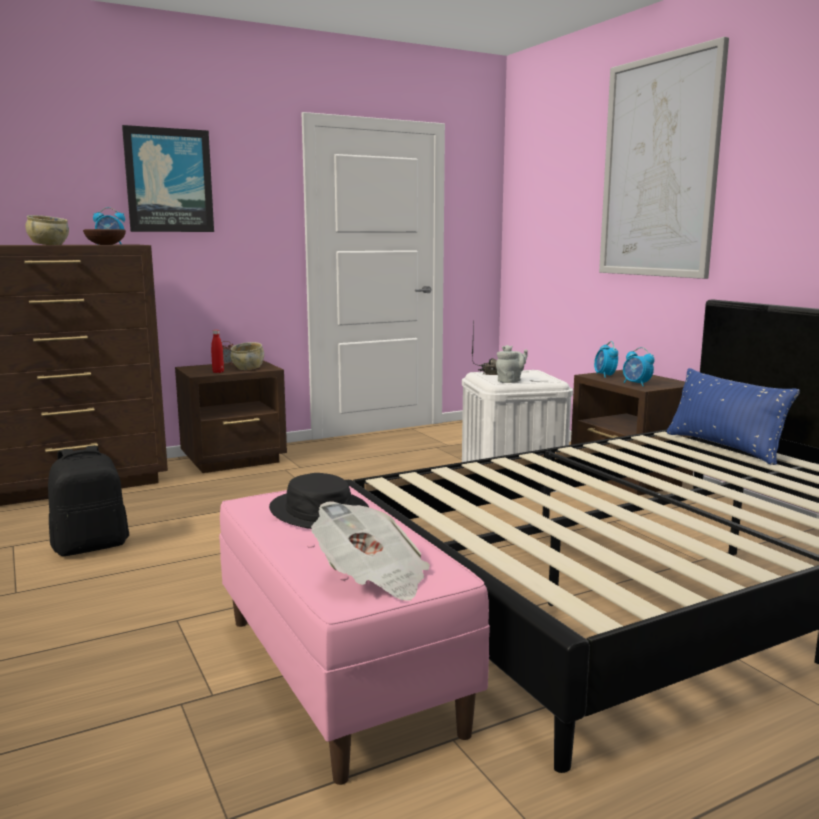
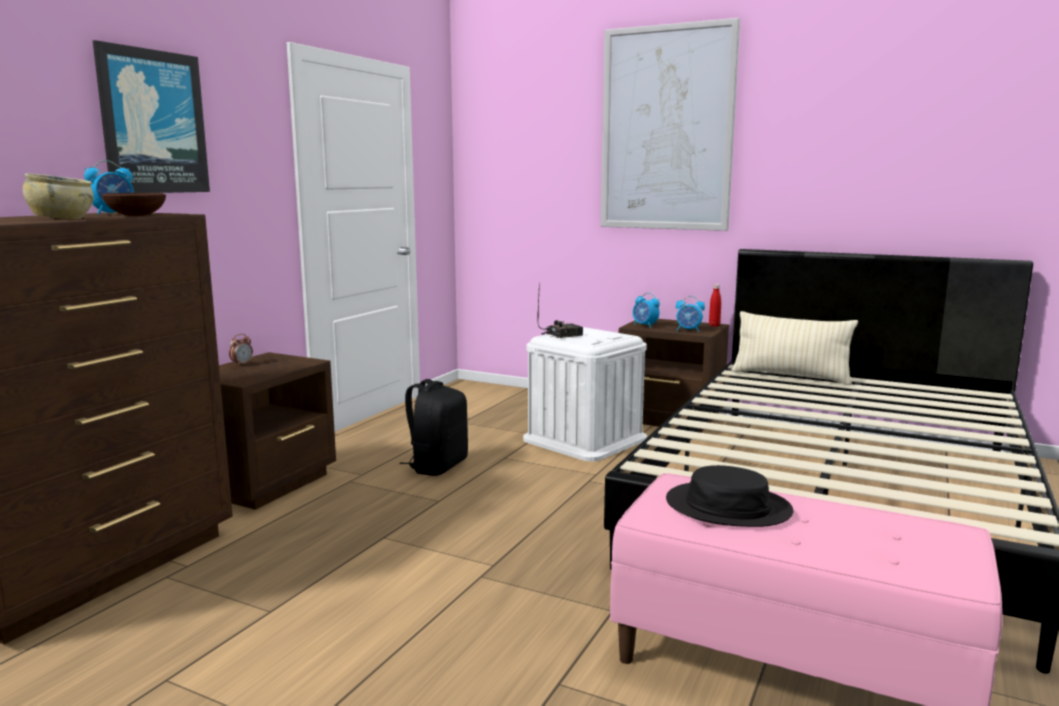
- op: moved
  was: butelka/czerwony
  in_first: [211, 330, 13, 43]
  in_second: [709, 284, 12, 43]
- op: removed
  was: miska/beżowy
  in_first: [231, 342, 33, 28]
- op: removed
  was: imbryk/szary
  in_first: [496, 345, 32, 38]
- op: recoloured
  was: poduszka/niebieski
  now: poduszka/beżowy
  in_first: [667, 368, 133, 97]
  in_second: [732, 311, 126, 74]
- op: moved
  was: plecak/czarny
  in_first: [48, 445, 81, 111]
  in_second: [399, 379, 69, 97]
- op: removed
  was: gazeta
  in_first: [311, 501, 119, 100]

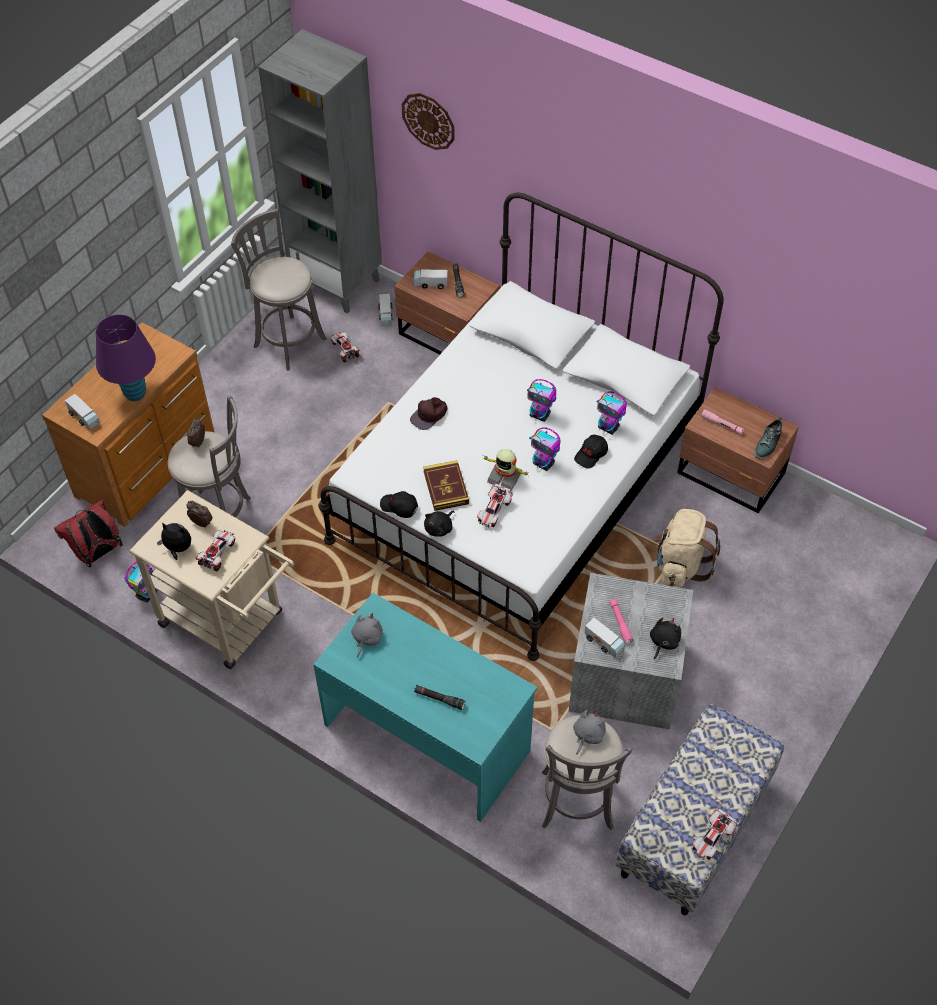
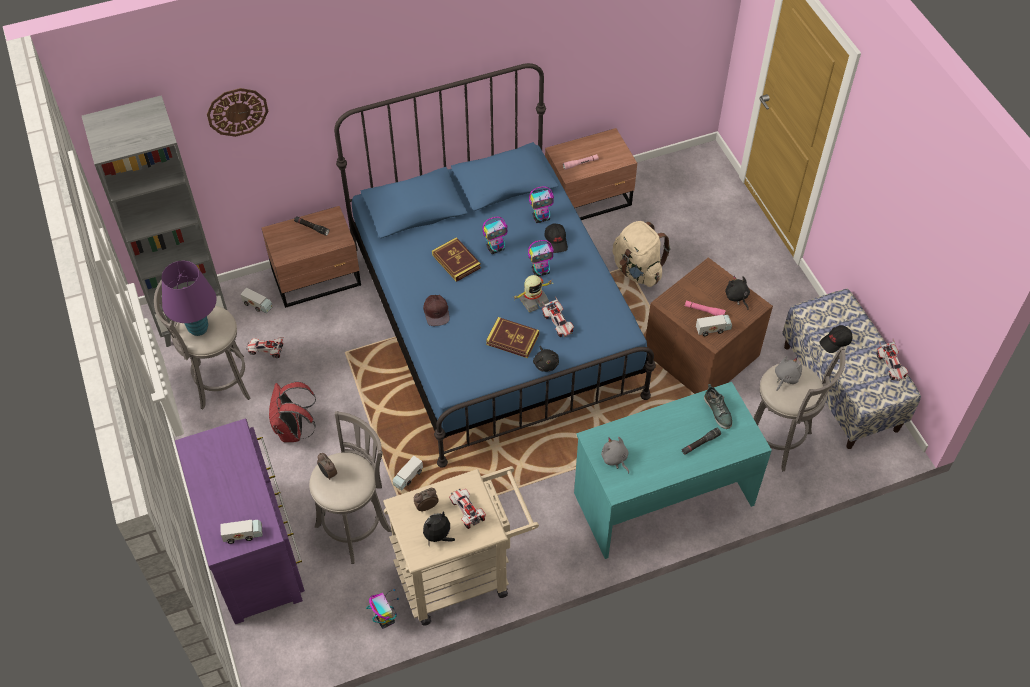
- op: recoloured
  was: łóżko/biały
  now: łóżko/niebieski
  in_first: [319, 193, 405, 468]
  in_second: [334, 63, 322, 405]
- op: moved
  was: ciężarówka zabawkowa
  in_first: [413, 269, 35, 20]
  in_second: [393, 456, 30, 35]
- op: moved
  was: lampa stołowa/fioletowy
  in_first: [96, 314, 60, 87]
  in_second: [162, 261, 55, 75]
- op: recoloured
  was: komoda/brązowy
  now: komoda/fioletowy
  in_first: [42, 322, 172, 205]
  in_second: [175, 418, 130, 206]
- op: moved
  was: but
  in_first: [754, 417, 28, 42]
  in_second: [704, 384, 28, 45]
- op: moved
  was: czapka z daszkiem/czarny
  in_first: [380, 491, 38, 27]
  in_second: [819, 325, 33, 28]
- op: moved
  was: plecak/czerwony
  in_first: [54, 499, 69, 69]
  in_second: [269, 382, 47, 60]
- op: recoloured
  was: pojemnik do przechowywania/szary
  now: pojemnik do przechowywania/brązowy
  in_first: [569, 573, 124, 157]
  in_second: [646, 257, 127, 137]
- op: turned
  was: pluszak/szary
  in_first: [573, 710, 33, 44]
  in_second: [775, 356, 27, 35]
  clockwise: 60
- op: added
  now: książka
  in_second: [432, 237, 49, 45]

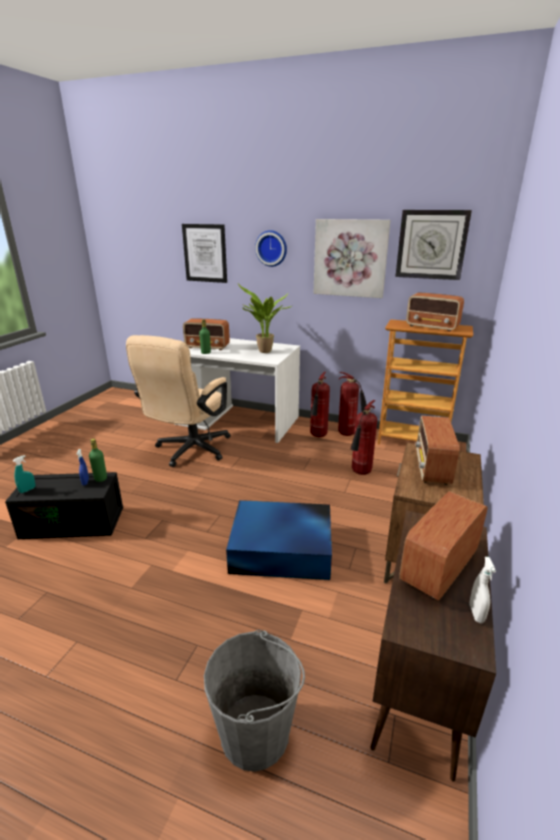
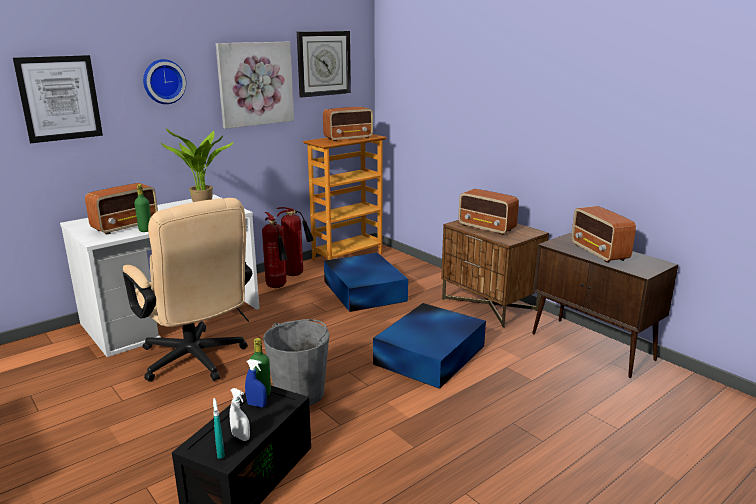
- op: replaced
  was: gaśnica
  now: pojemnik do przechowywania/niebieski
  in_first: [351, 400, 26, 75]
  in_second: [324, 253, 84, 59]
- op: moved
  was: spryskiwacz/biały
  in_first: [469, 557, 27, 67]
  in_second: [230, 388, 20, 53]
- op: moved
  was: wiadro/szary
  in_first: [204, 630, 101, 142]
  in_second: [263, 319, 67, 87]

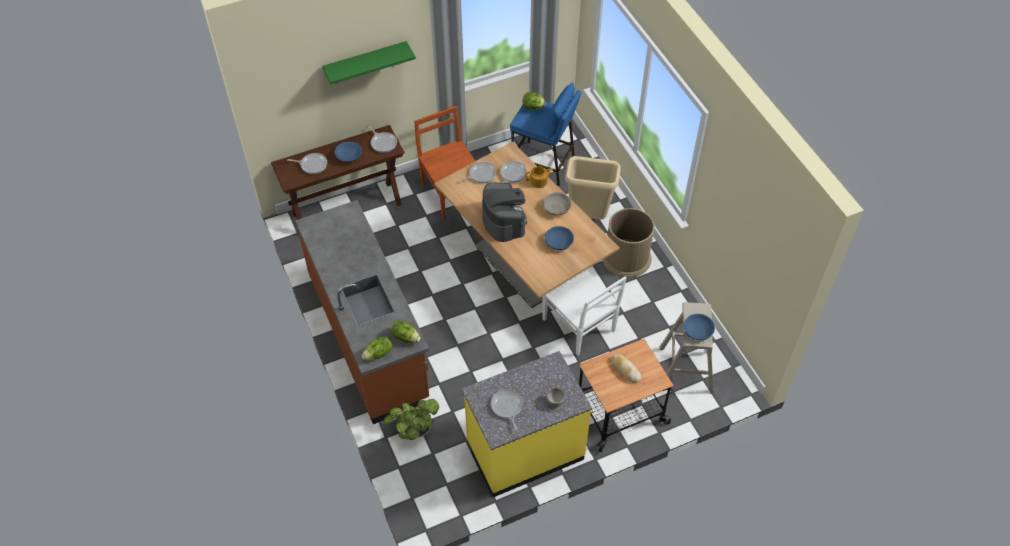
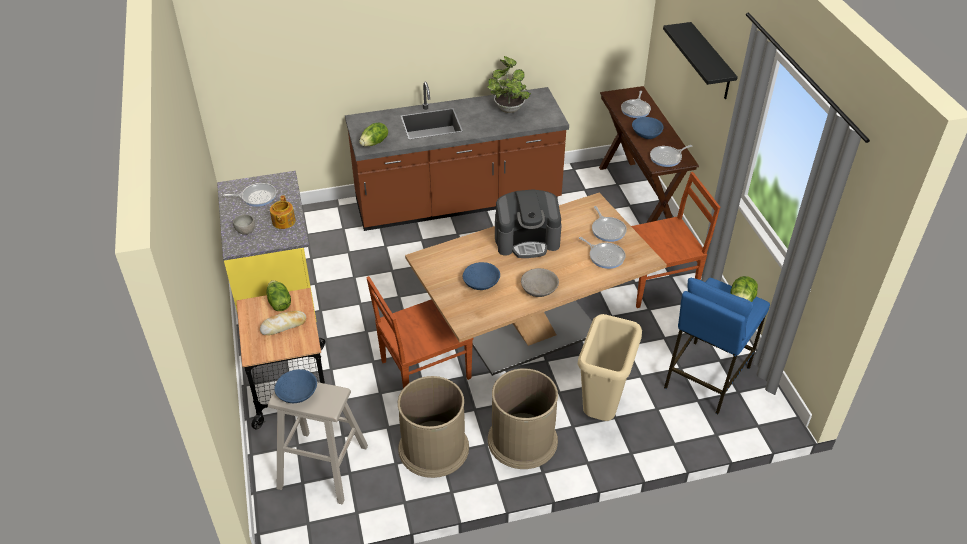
- op: recoloured
  was: półka/zielony
  now: półka/czarny
  in_first: [322, 41, 94, 44]
  in_second: [663, 22, 75, 77]
- op: moved
  was: imbryk
  in_first: [526, 166, 27, 22]
  in_second: [270, 196, 26, 33]
- op: recoloured
  was: krzesło/biały
  now: krzesło/brązowy
  in_first: [543, 270, 84, 86]
  in_second: [366, 276, 107, 112]
- op: moved
  was: sałata
  in_first: [362, 337, 30, 23]
  in_second: [266, 280, 25, 31]
- op: moved
  was: roślina doniczkowa
  in_first: [384, 399, 55, 41]
  in_second: [487, 56, 44, 57]
- op: added
  now: kosz na śmieci/brązowy
  in_second: [398, 376, 71, 102]

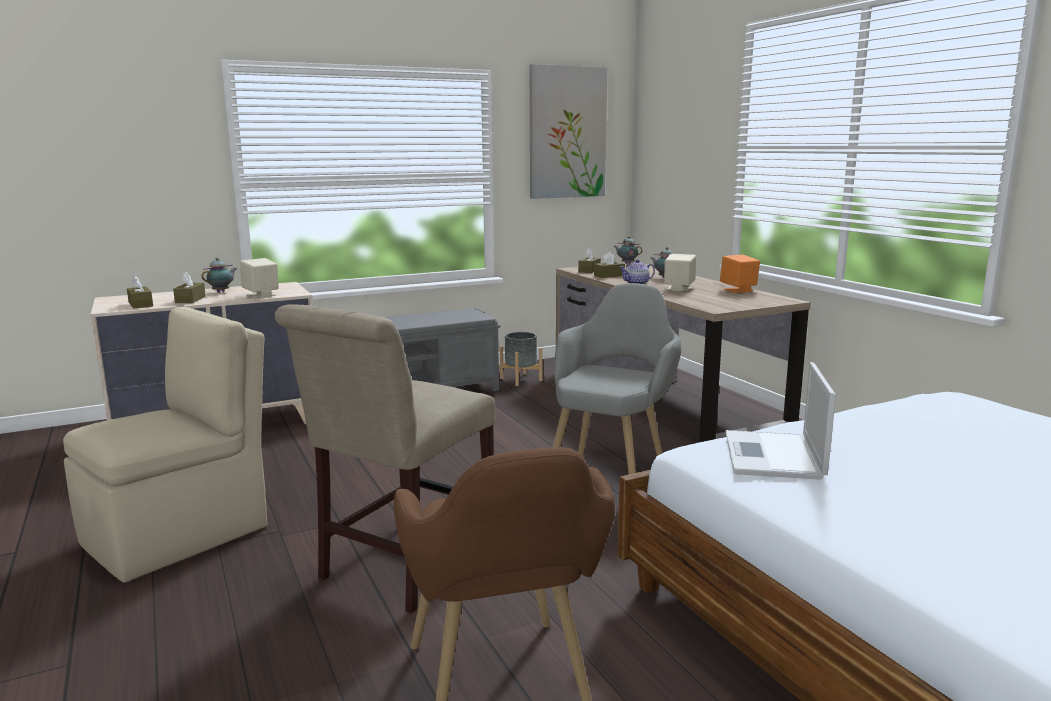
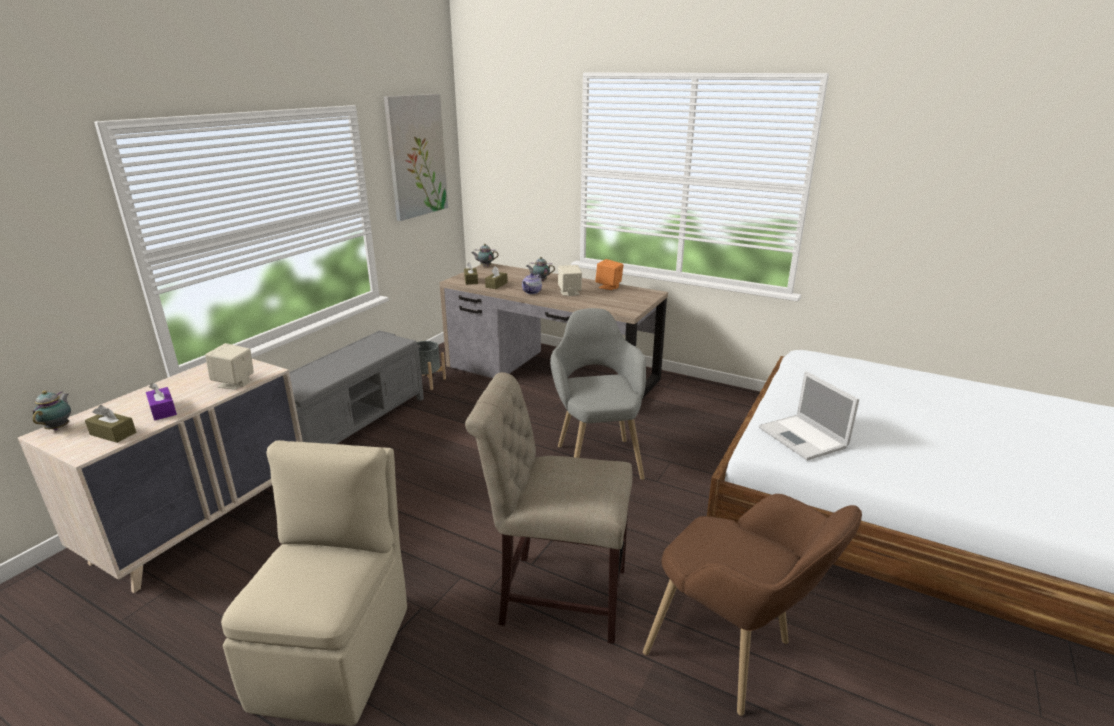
- op: moved
  was: imbryk
  in_first: [201, 258, 36, 35]
  in_second: [33, 391, 38, 39]
- op: recoloured
  was: pudełko chusteczek/brązowy
  now: pudełko chusteczek/fioletowy
  in_first: [173, 272, 33, 31]
  in_second: [146, 382, 31, 38]
- op: turned
  was: krzesło/beżowy
  in_first: [275, 304, 221, 310]
  in_second: [465, 372, 168, 272]
  clockwise: 105

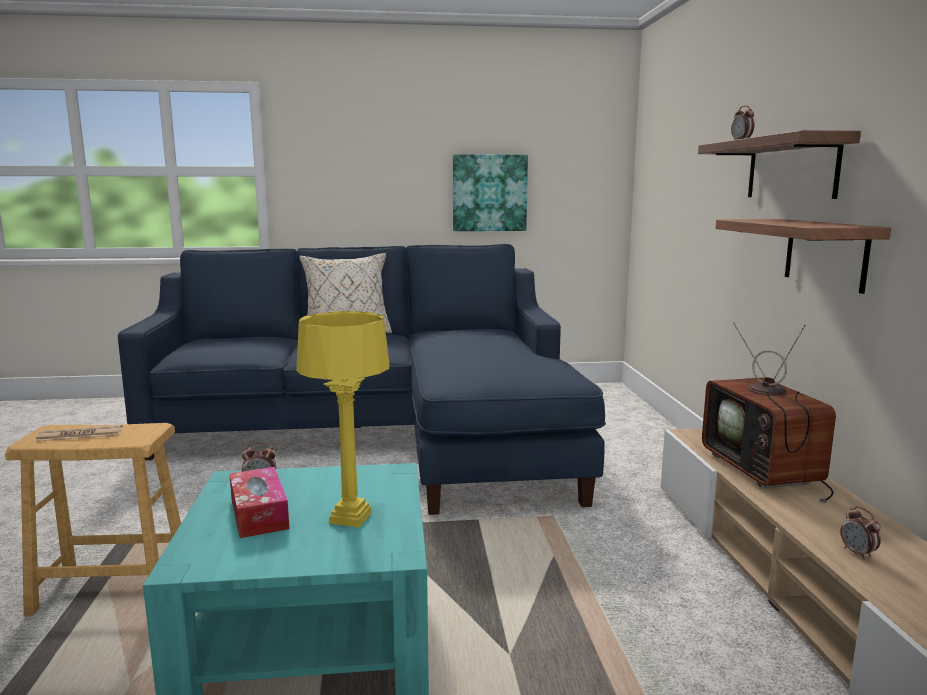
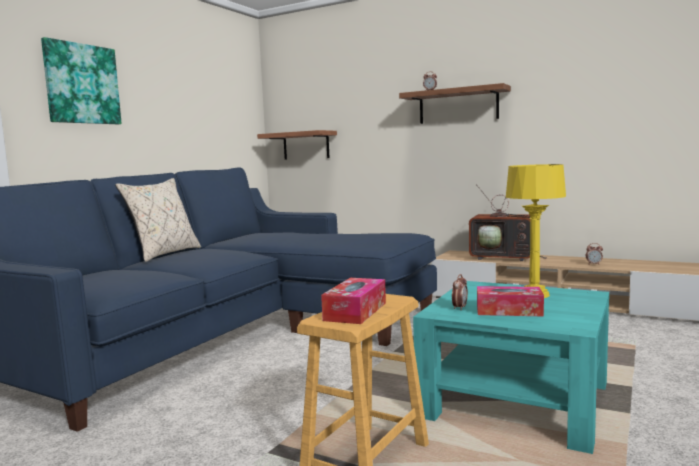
- op: moved
  was: obraz
  in_first: [453, 154, 75, 77]
  in_second: [41, 37, 81, 87]
- op: moved
  was: półka
  in_first: [716, 219, 175, 75]
  in_second: [257, 130, 80, 29]
- op: replaced
  was: gazeta
  now: pudełko chusteczek
  in_first: [35, 425, 88, 17]
  in_second: [321, 278, 65, 46]

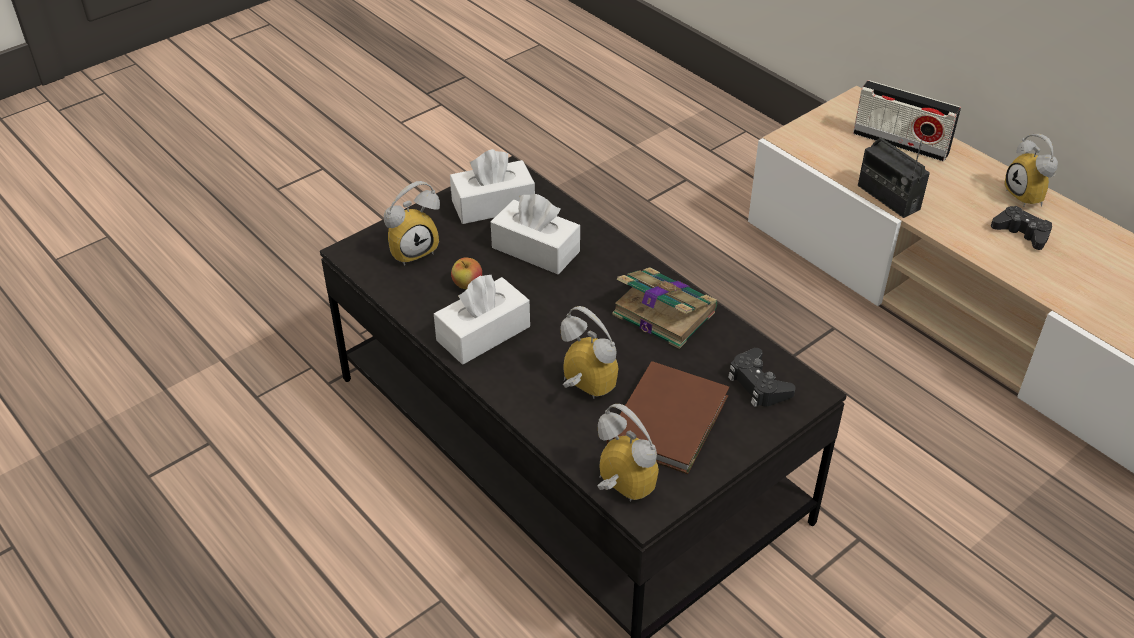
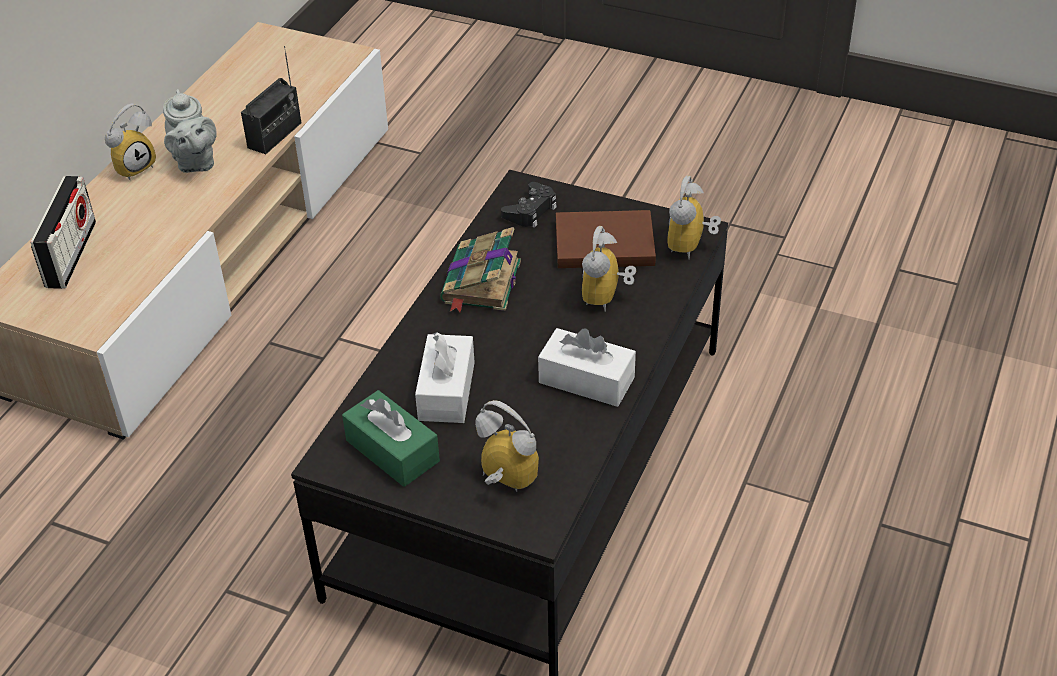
- op: moved
  was: radio
  in_first: [858, 134, 72, 84]
  in_second: [241, 46, 60, 108]
- op: recoloured
  was: pudełko chusteczek/biały
  now: pudełko chusteczek/zielony
  in_first: [450, 149, 85, 75]
  in_second: [342, 390, 98, 97]
- op: replaced
  was: pad do gier/czarny
  now: imbryk/szary
  in_first: [991, 206, 61, 44]
  in_second: [163, 89, 54, 84]
- op: removed
  was: jabłko
  in_first: [451, 258, 31, 31]

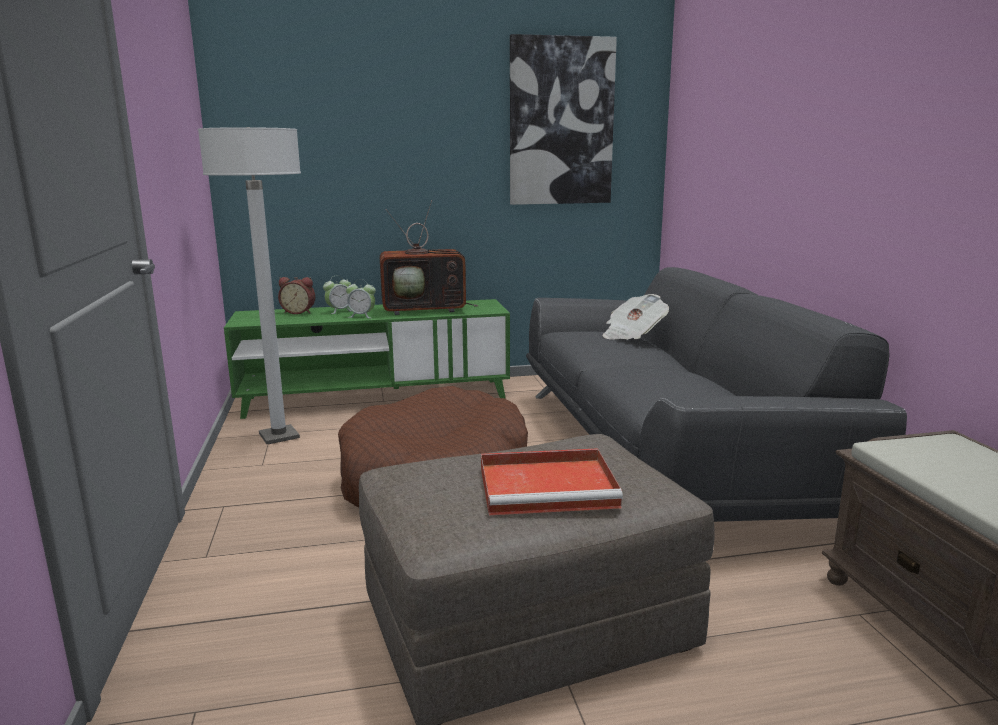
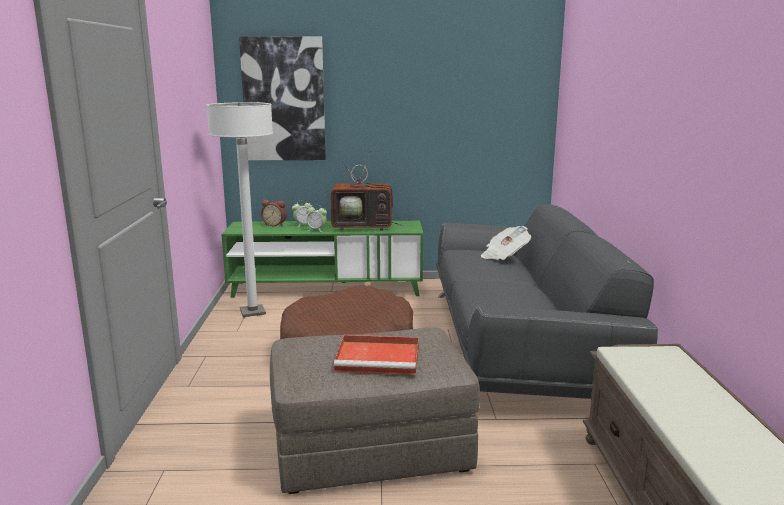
- op: moved
  was: obraz
  in_first: [510, 34, 107, 171]
  in_second: [239, 37, 87, 123]

